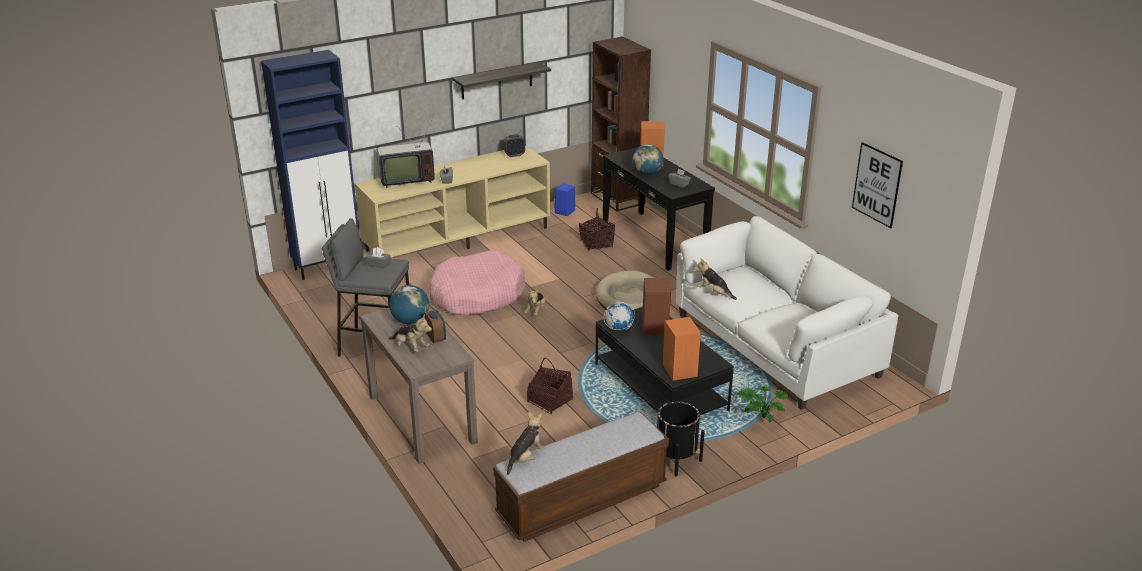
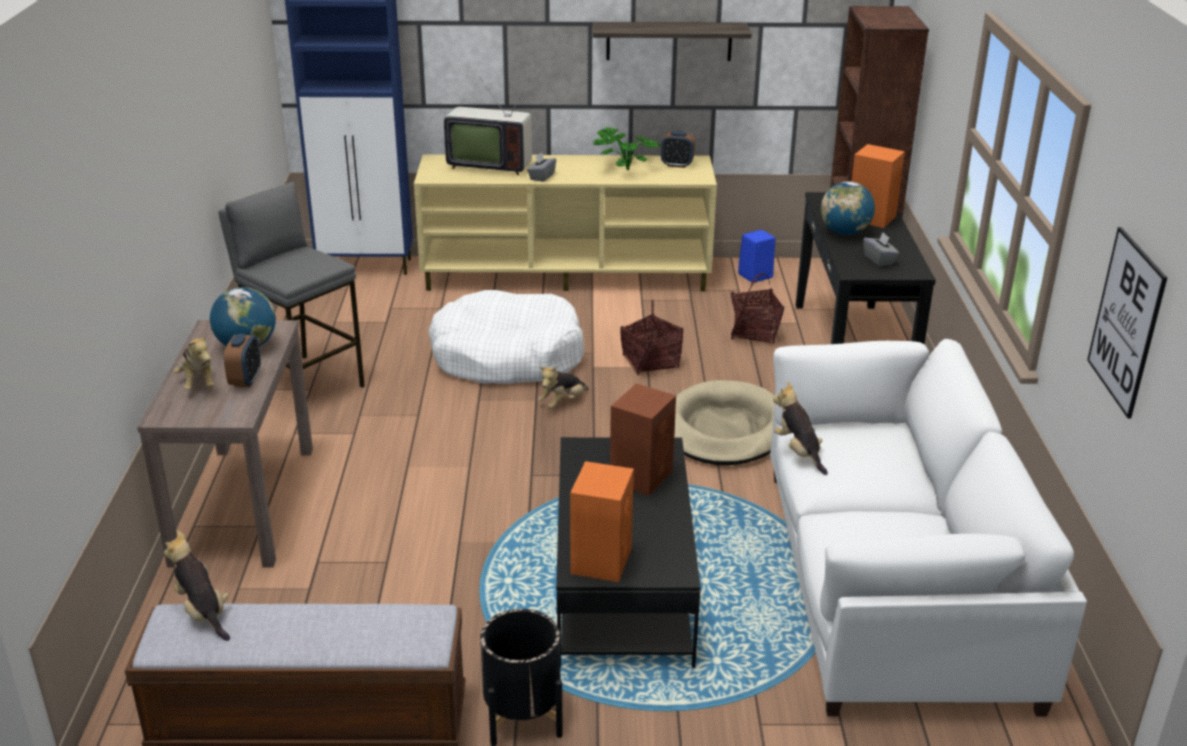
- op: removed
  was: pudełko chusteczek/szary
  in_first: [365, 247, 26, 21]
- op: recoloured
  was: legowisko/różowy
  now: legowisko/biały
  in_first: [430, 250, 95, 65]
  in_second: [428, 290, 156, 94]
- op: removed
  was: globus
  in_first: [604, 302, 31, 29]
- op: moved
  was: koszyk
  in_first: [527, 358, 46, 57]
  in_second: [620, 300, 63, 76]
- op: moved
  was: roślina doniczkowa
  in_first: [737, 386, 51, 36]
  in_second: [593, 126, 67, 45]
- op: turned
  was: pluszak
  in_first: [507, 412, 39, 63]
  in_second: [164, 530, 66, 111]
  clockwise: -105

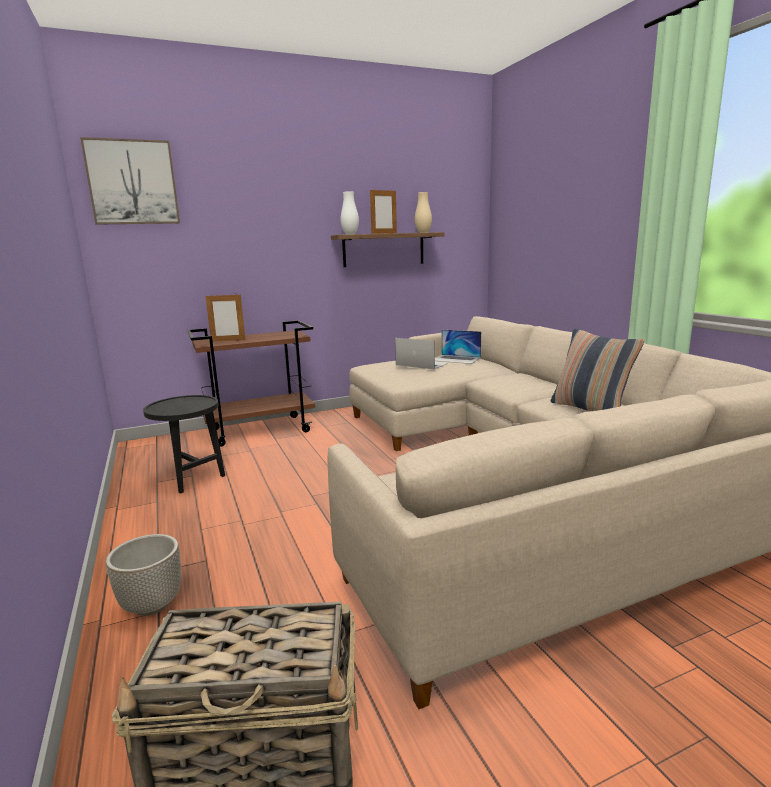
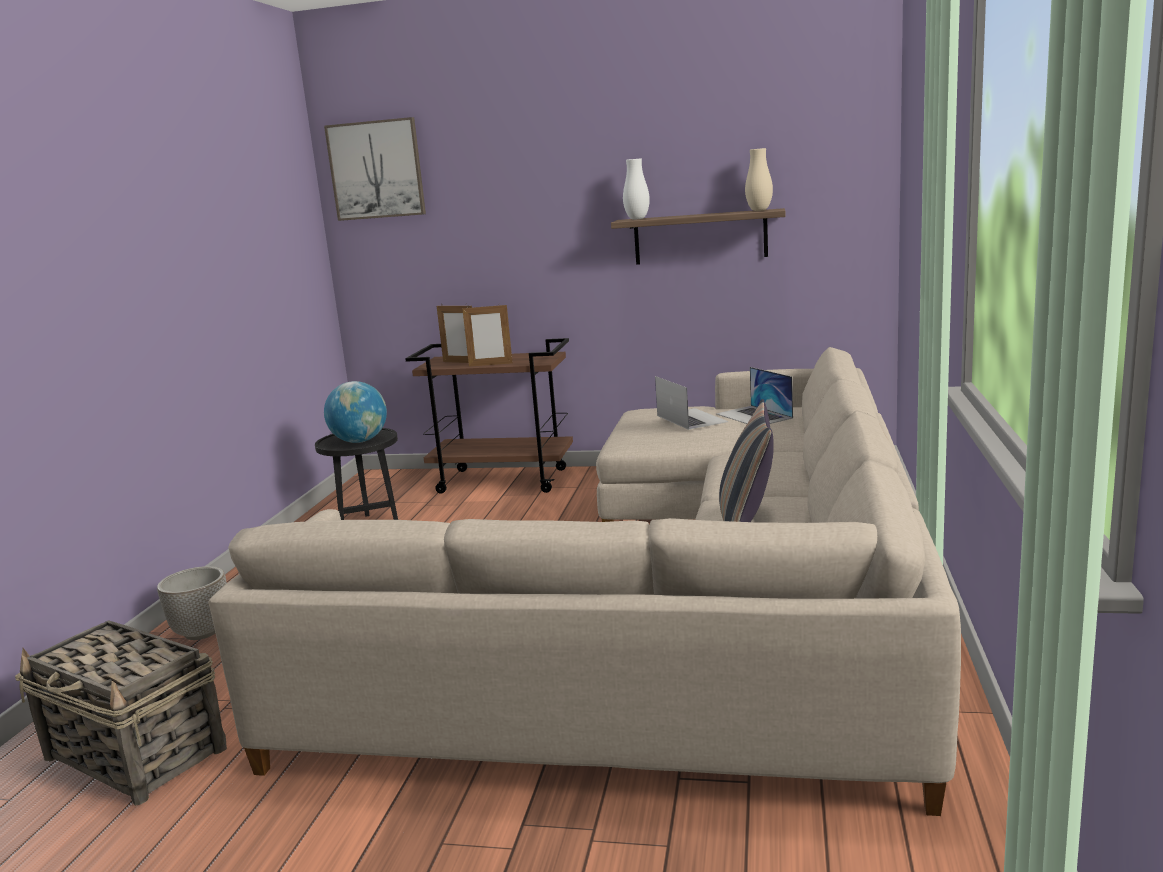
- op: moved
  was: ramka na zdjęcie
  in_first: [370, 190, 27, 44]
  in_second: [462, 303, 51, 64]
- op: added
  now: globus
  in_second: [324, 381, 63, 62]

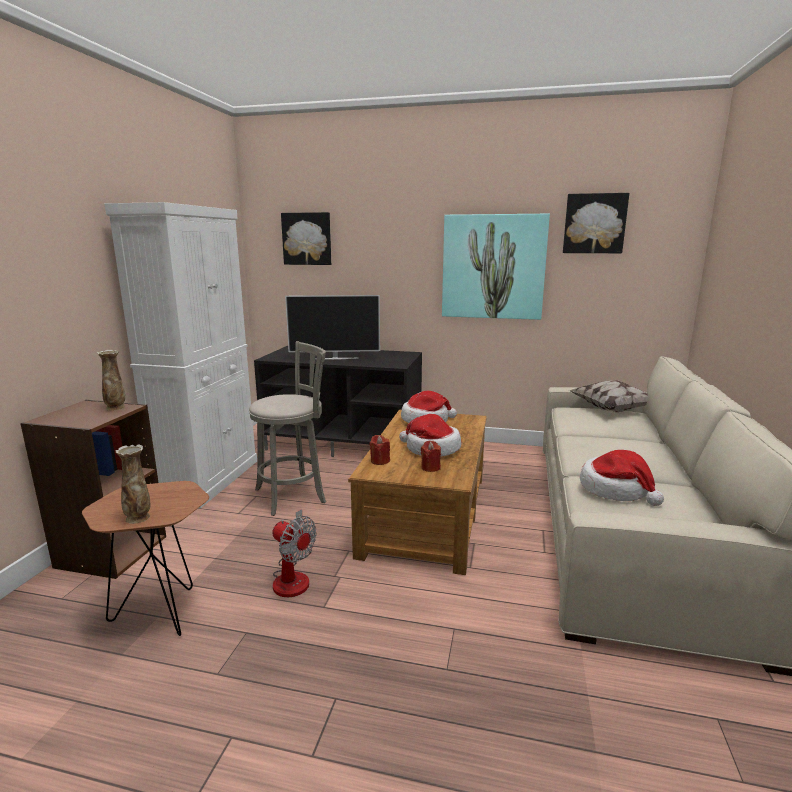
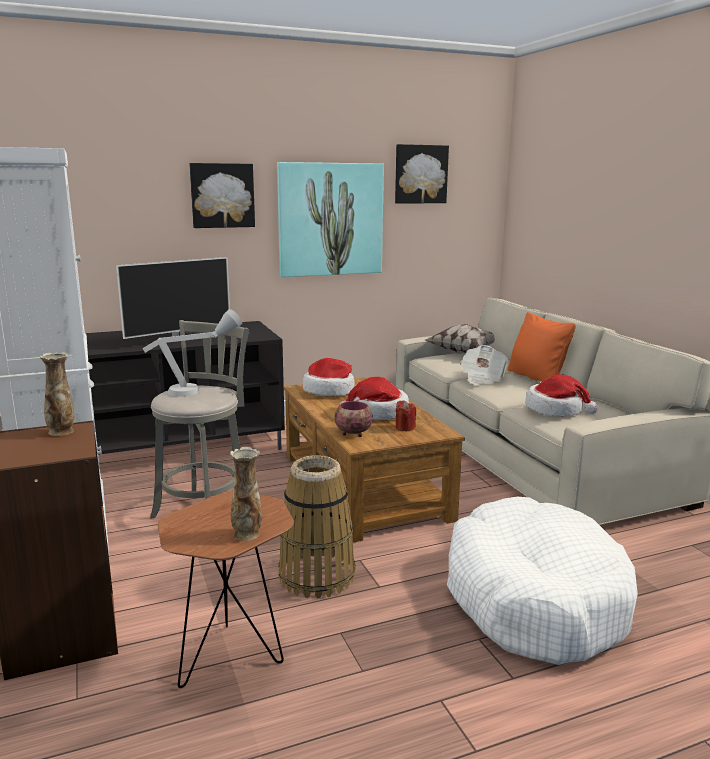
- op: moved
  was: obraz
  in_first: [281, 212, 50, 53]
  in_second: [189, 163, 66, 65]
- op: replaced
  was: świeca/czerwony
  now: miska
  in_first: [370, 435, 20, 30]
  in_second: [334, 401, 39, 36]
- op: replaced
  was: wentylator
  now: koszyk
  in_first: [272, 509, 45, 88]
  in_second: [279, 455, 76, 144]
- op: added
  now: lampa stołowa/szary
  in_second: [142, 309, 100, 88]
- op: added
  now: poduszka/pomarańczowy
  in_second: [507, 312, 69, 69]
- op: added
  now: gazeta
  in_second: [460, 345, 49, 40]
- op: added
  now: legowisko/biały
  in_second: [447, 497, 191, 168]

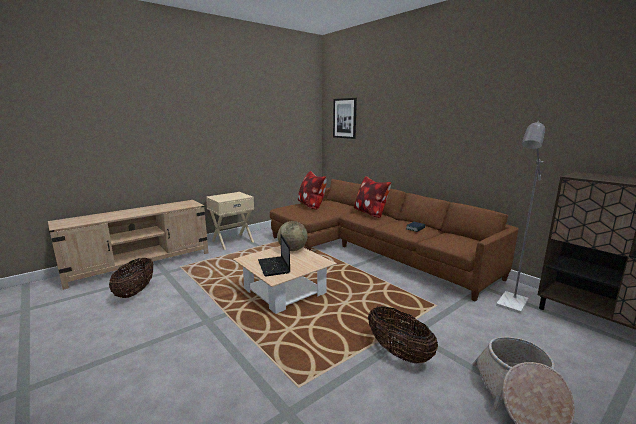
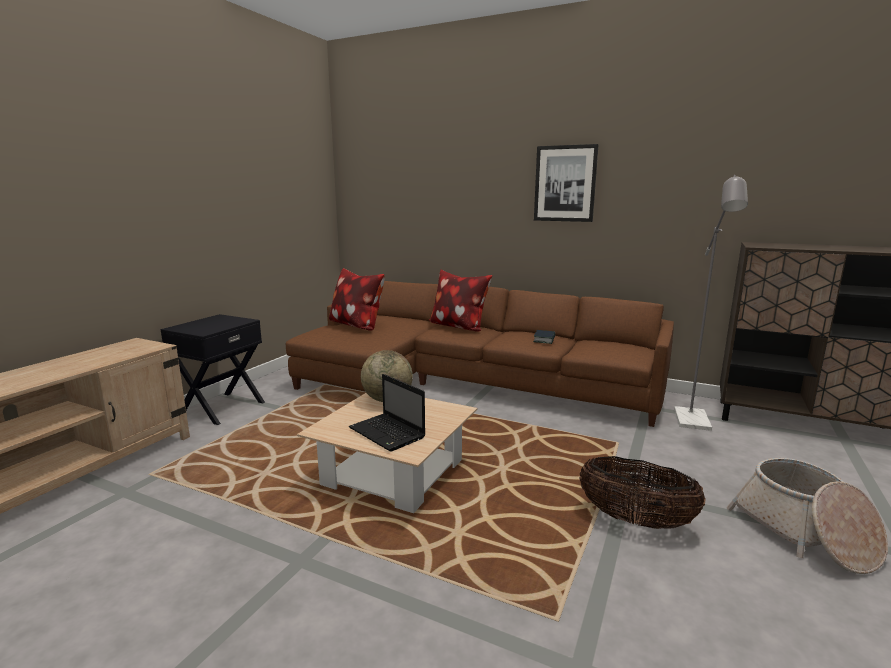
- op: moved
  was: obraz
  in_first: [333, 98, 24, 41]
  in_second: [534, 144, 65, 78]
- op: recoloured
  was: szafka nocna/beżowy
  now: szafka nocna/czarny
  in_first: [206, 192, 48, 58]
  in_second: [160, 314, 105, 111]
- op: removed
  was: koszyk
  in_first: [109, 258, 44, 40]

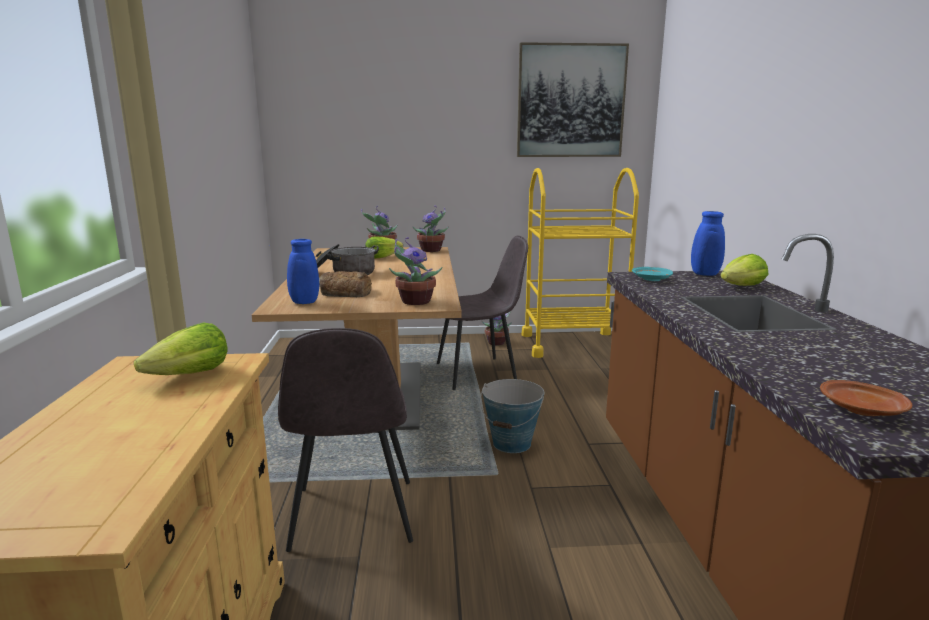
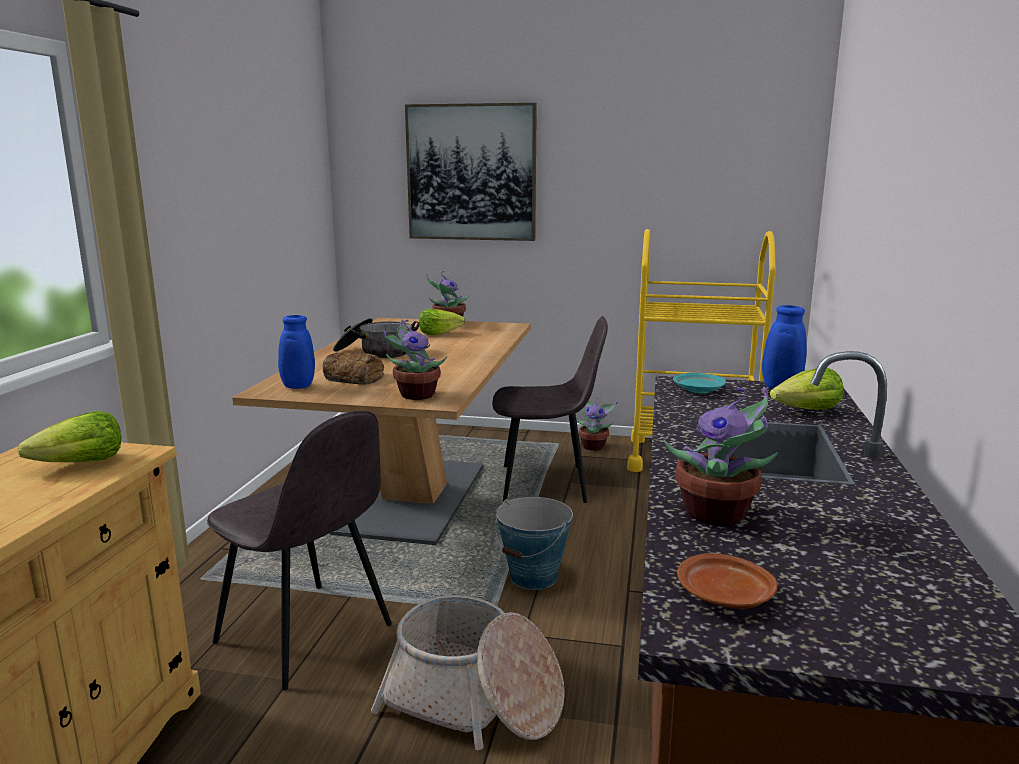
- op: moved
  was: obraz
  in_first: [517, 42, 112, 115]
  in_second: [405, 103, 132, 138]
- op: moved
  was: roślina doniczkowa
  in_first: [412, 206, 37, 46]
  in_second: [664, 387, 114, 139]
- op: turned
  was: krzesło/szary
  in_first: [278, 328, 135, 224]
  in_second: [207, 411, 185, 279]
  clockwise: -60
- op: added
  now: koszyk
  in_second: [371, 595, 194, 155]

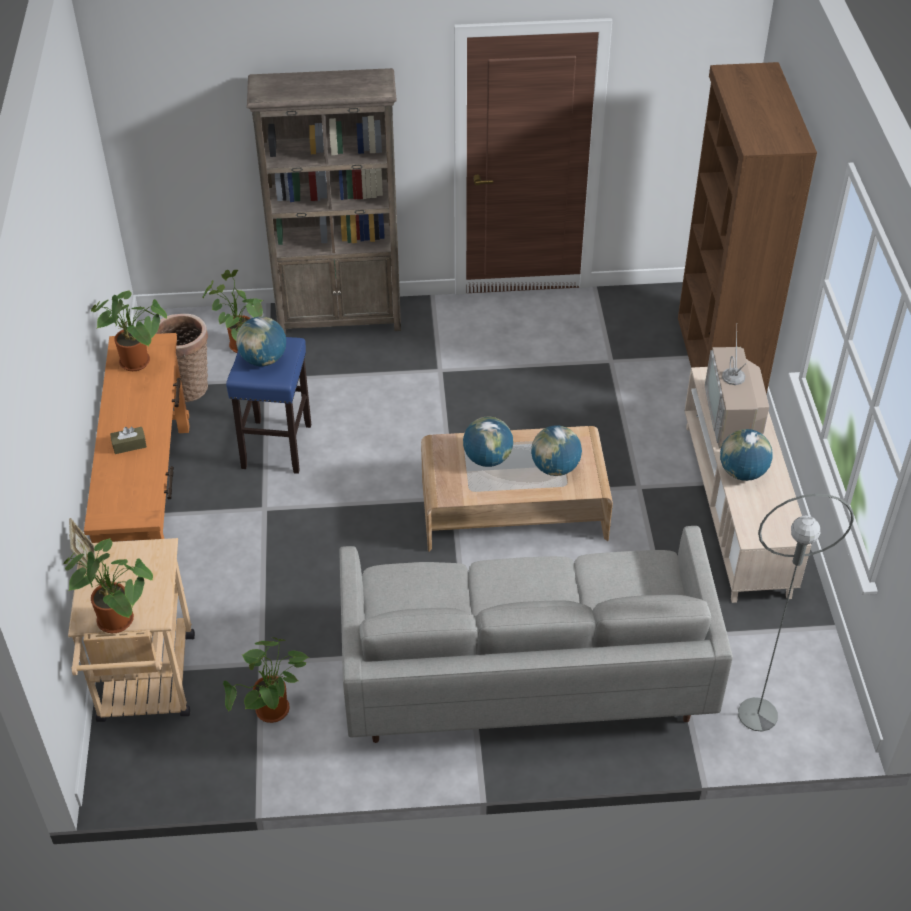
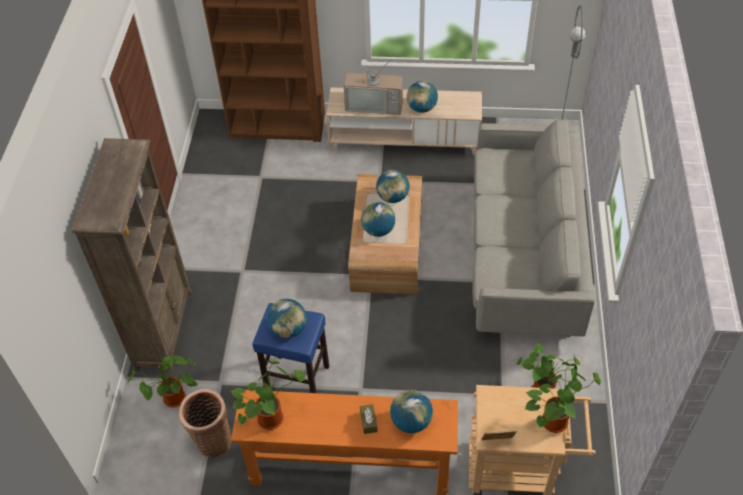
- op: added
  now: globus
  in_second: [390, 390, 43, 43]

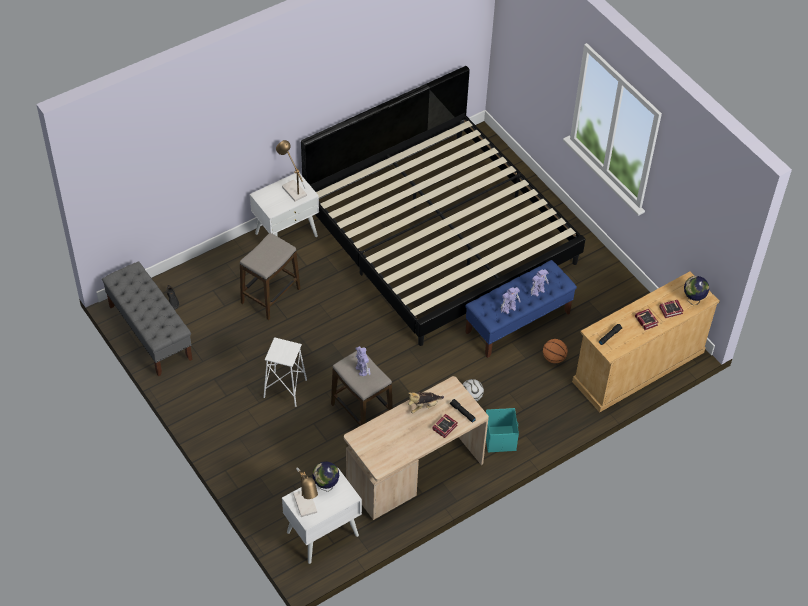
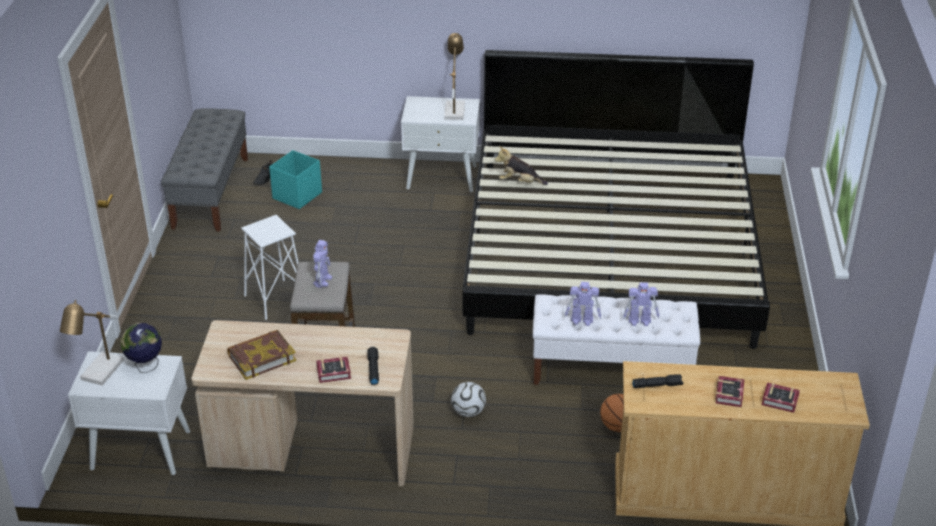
- op: removed
  was: stołek
  in_first: [240, 233, 60, 87]
- op: recoloured
  was: ławka/niebieski
  now: ławka/biały
  in_first: [465, 260, 112, 98]
  in_second: [533, 294, 167, 91]
- op: removed
  was: globus
  in_first: [684, 276, 25, 29]
- op: moved
  was: pluszak
  in_first: [408, 392, 36, 21]
  in_second: [495, 146, 53, 39]
- op: moved
  was: pojemnik do przechowywania/turkusowy
  in_first: [486, 408, 33, 44]
  in_second: [269, 150, 53, 59]
- op: added
  now: książka
  in_second: [227, 330, 69, 50]

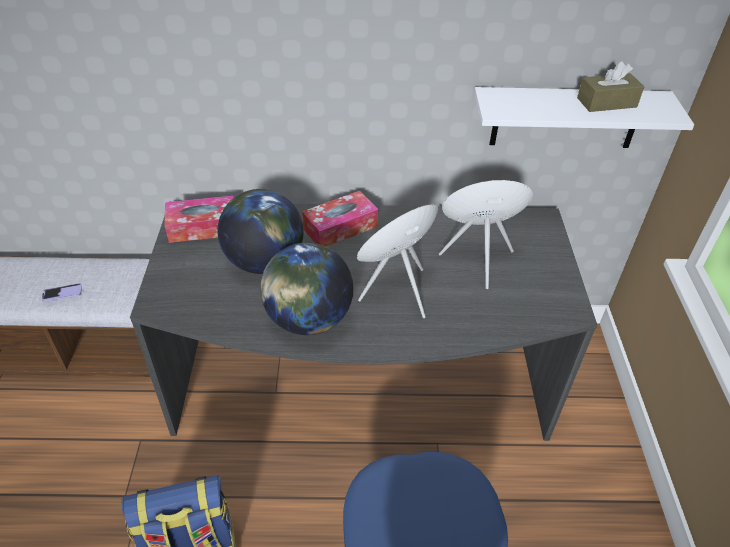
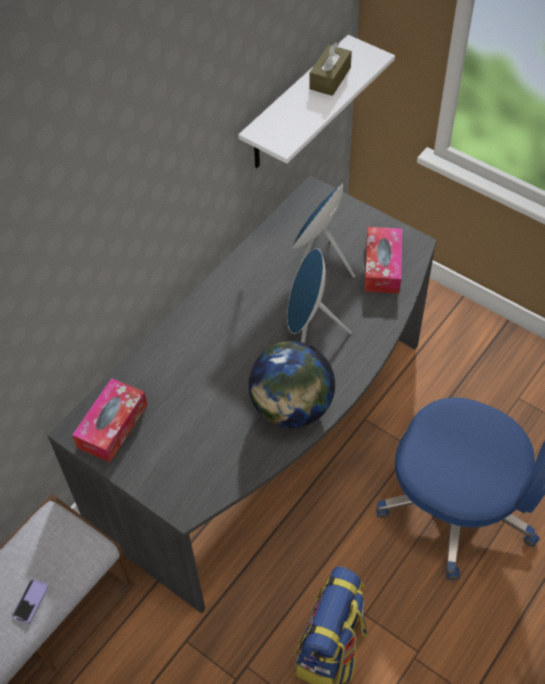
- op: removed
  was: globus
  in_first: [218, 189, 86, 85]
- op: moved
  was: pudełko chusteczek
  in_first: [302, 191, 76, 56]
  in_second: [364, 227, 38, 67]

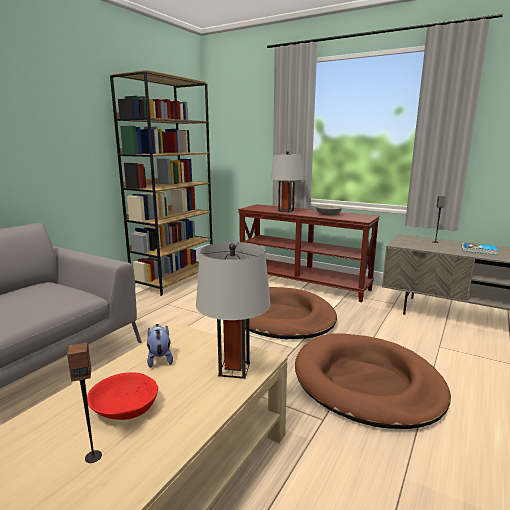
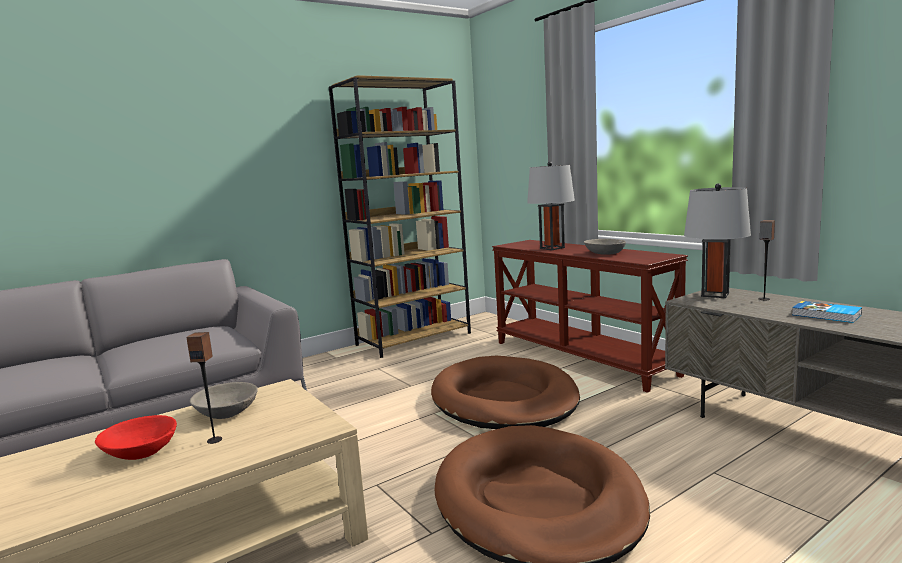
- op: moved
  was: lampa stołowa/szary
  in_first: [196, 242, 75, 137]
  in_second: [684, 183, 67, 115]
- op: replaced
  was: pluszak
  now: miska/szary
  in_first: [147, 324, 26, 44]
  in_second: [190, 382, 68, 37]
- op: moved
  was: głośnik
  in_first: [67, 342, 35, 121]
  in_second: [186, 332, 36, 112]

